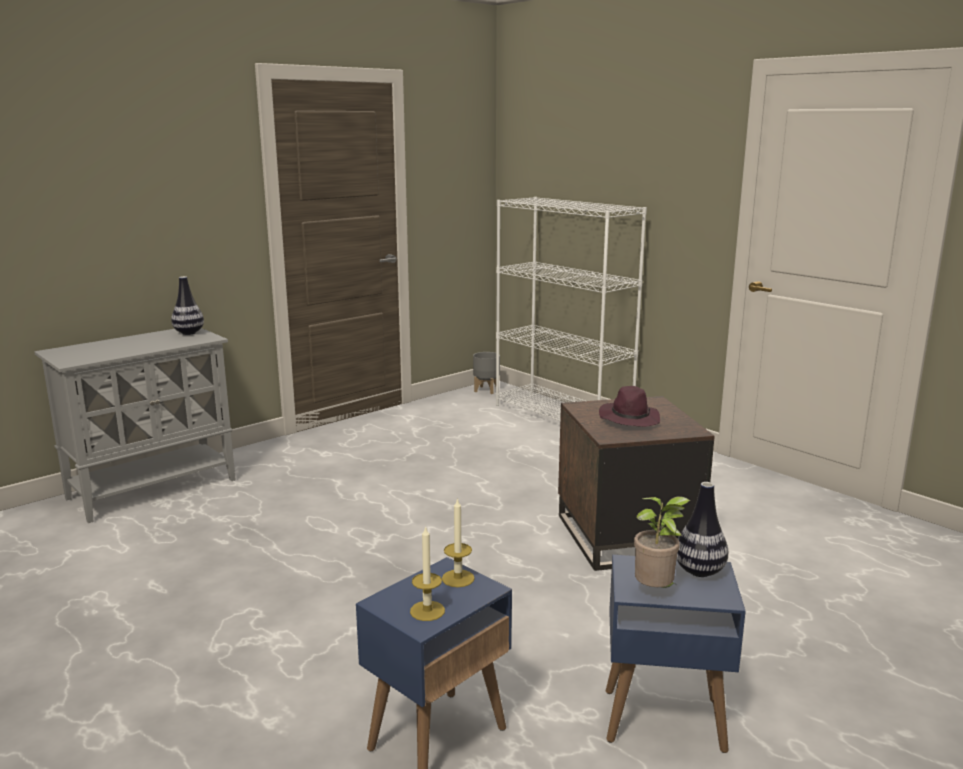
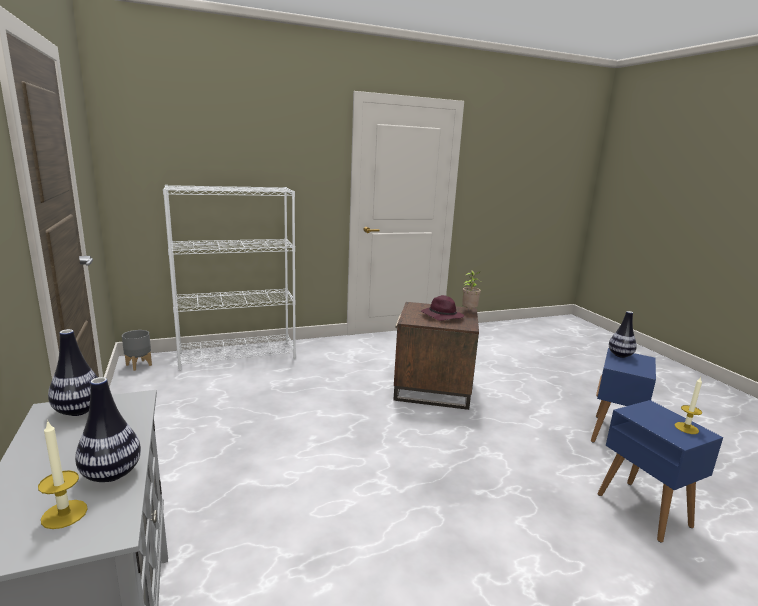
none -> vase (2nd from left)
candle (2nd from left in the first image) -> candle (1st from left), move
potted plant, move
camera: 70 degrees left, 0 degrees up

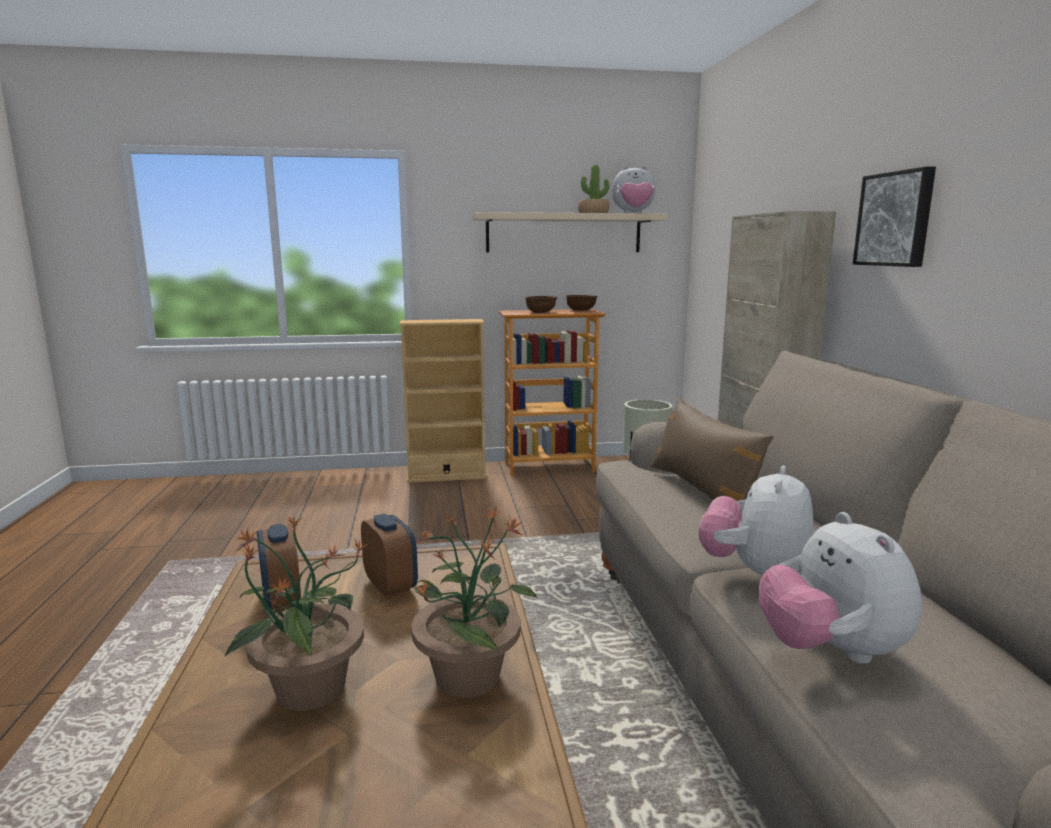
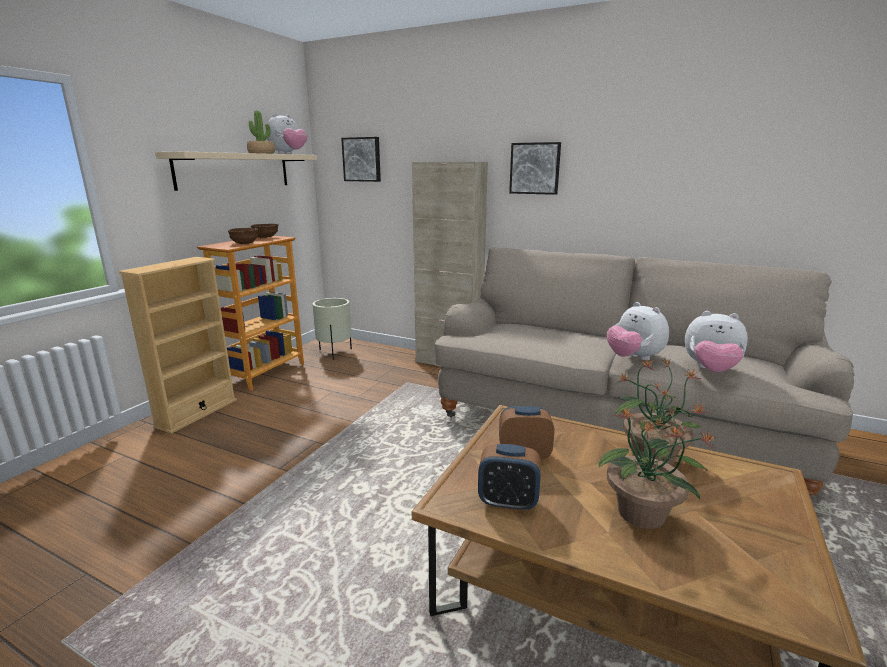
brown pillow -> none
none -> picture (1st from left)
camera: 55 degrees left, 5 degrees up

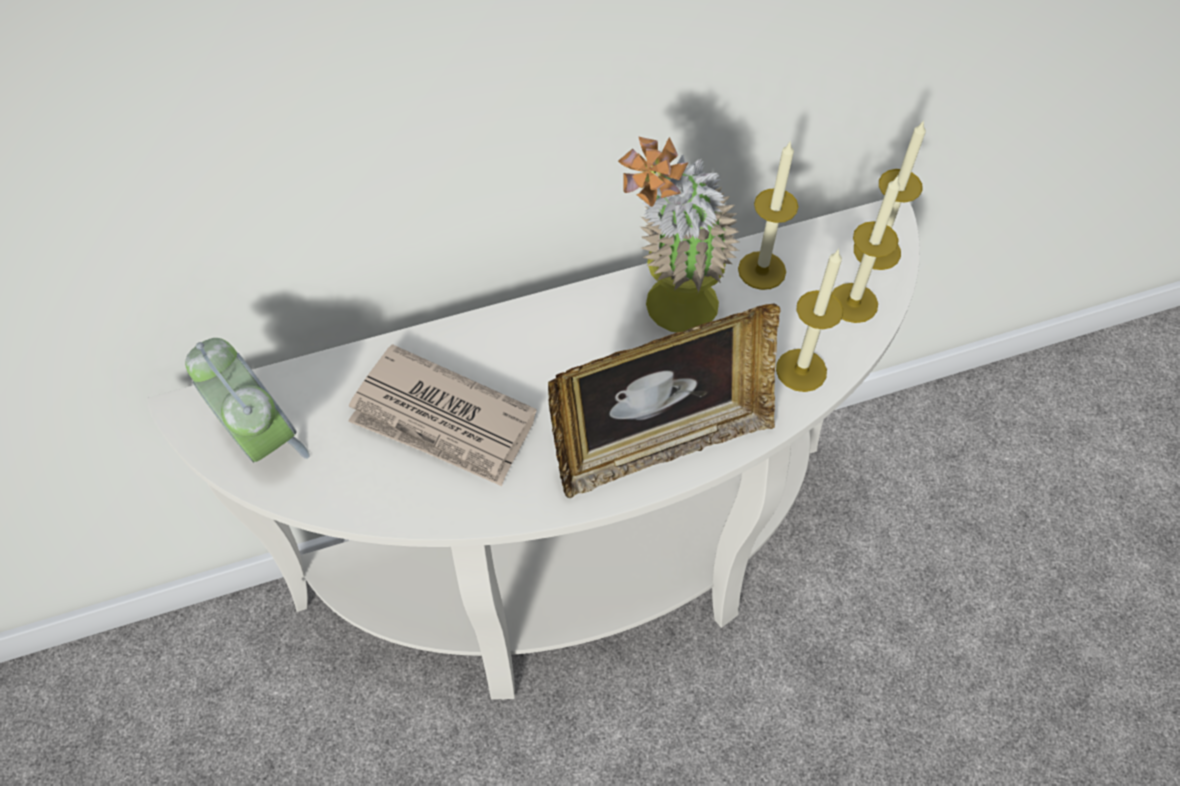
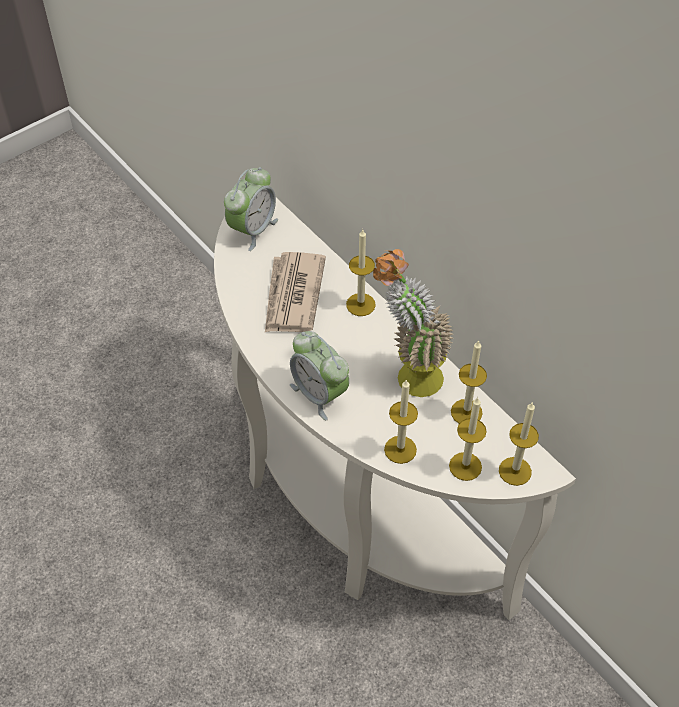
none -> candle (1st from left)
picture frame -> alarm clock (2nd from left)
camera: 70 degrees right, 5 degrees down

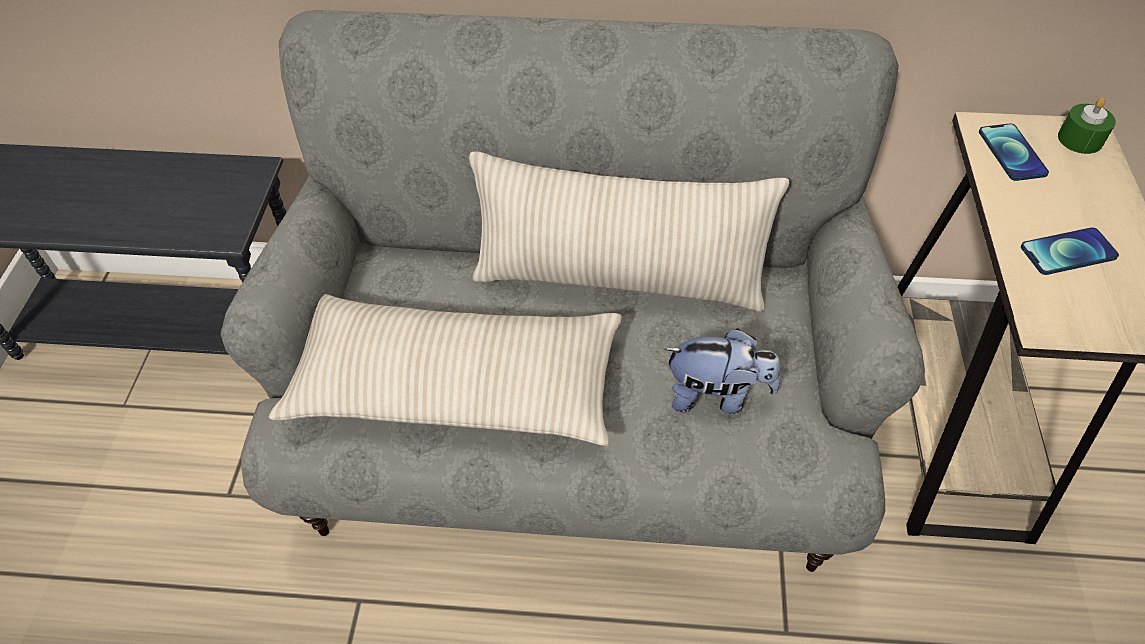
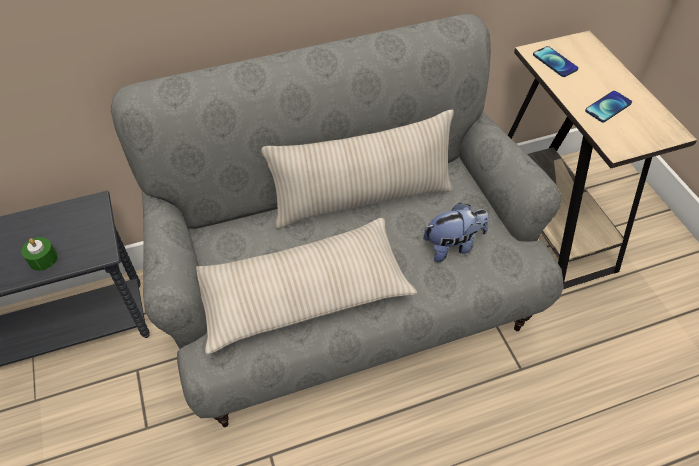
green candle, move
camera: 25 degrees left, 0 degrees up

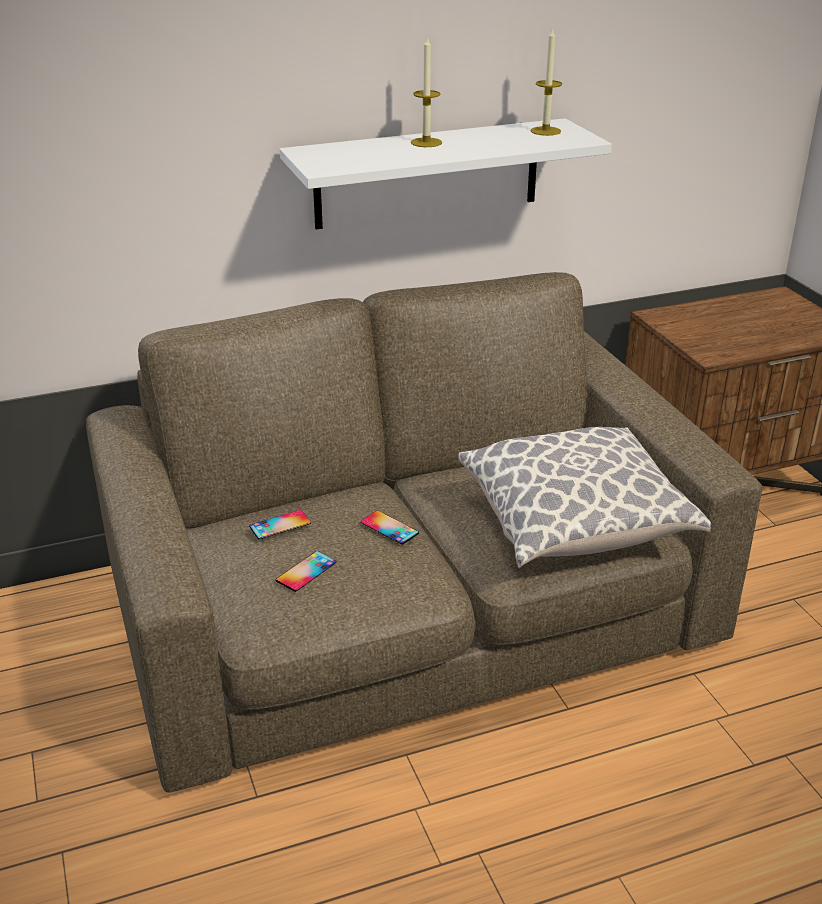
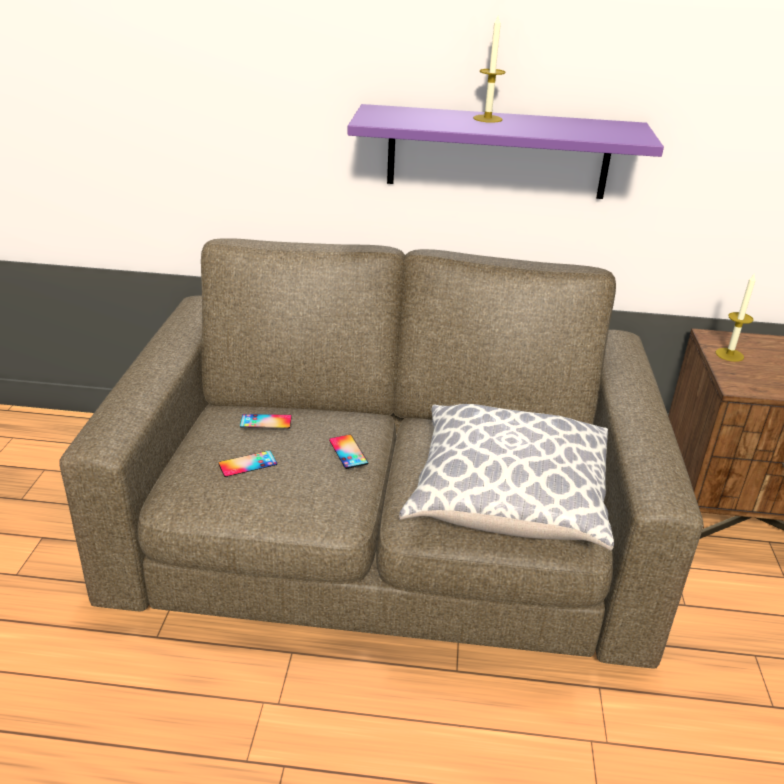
candle (2nd from left), move
white shelf -> purple shelf
camera: 25 degrees right, 0 degrees up

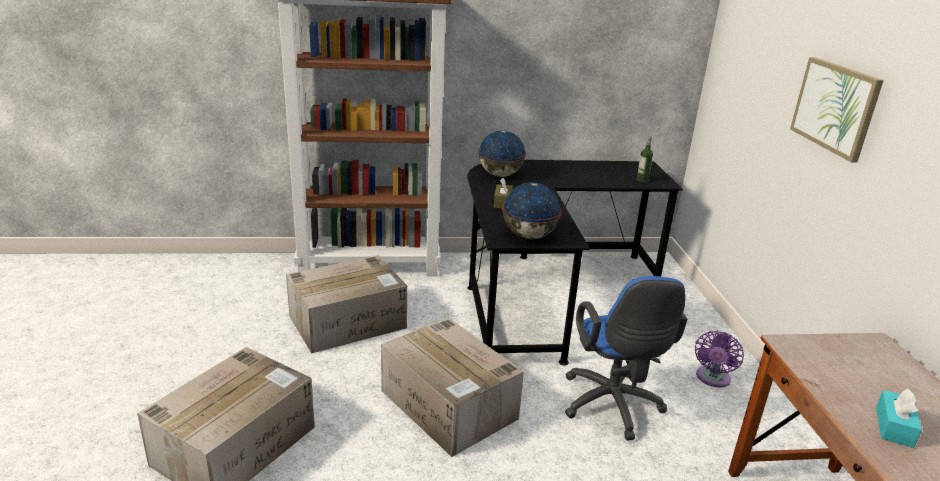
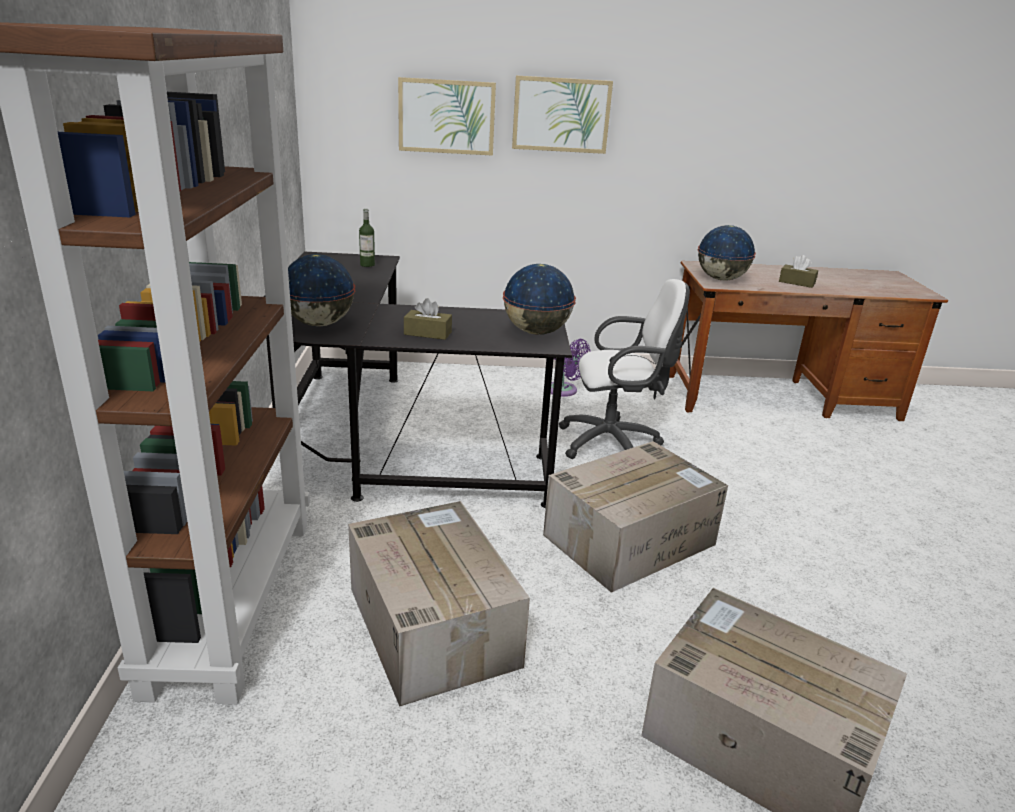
none -> picture (1st from left)
none -> globe (3rd from left)
blue office chair -> white office chair
turquoise tissue box -> brown tissue box (2nd from left)
camera: 85 degrees left, 0 degrees up

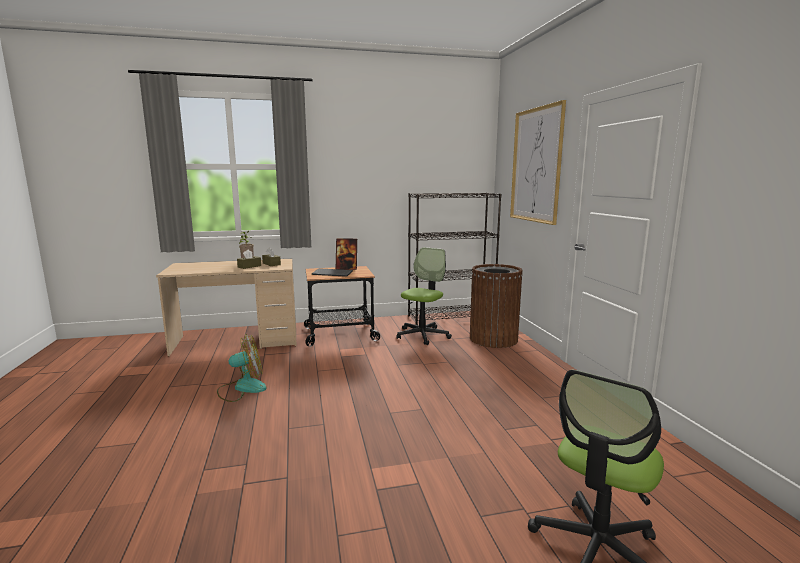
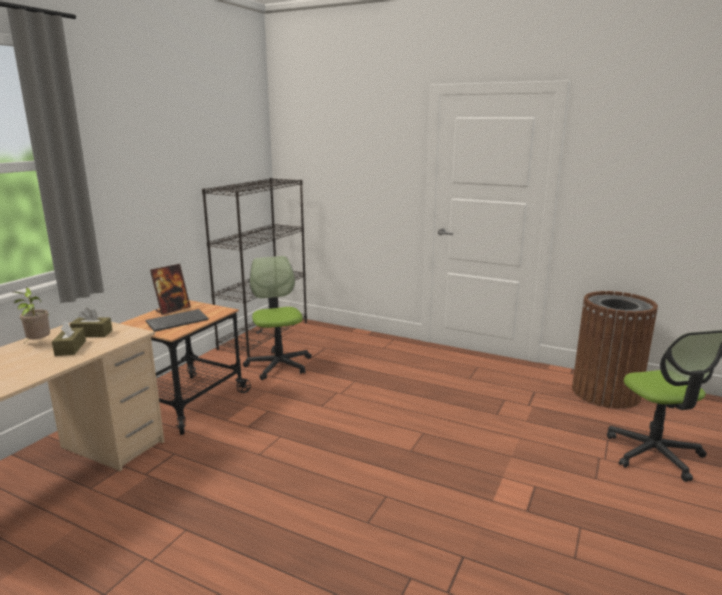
fan -> none
picture -> none
brown trash can, move
camera: 50 degrees left, 5 degrees up

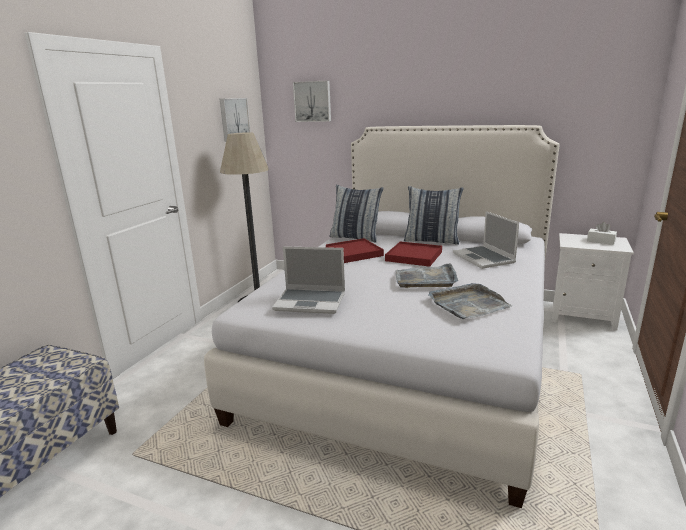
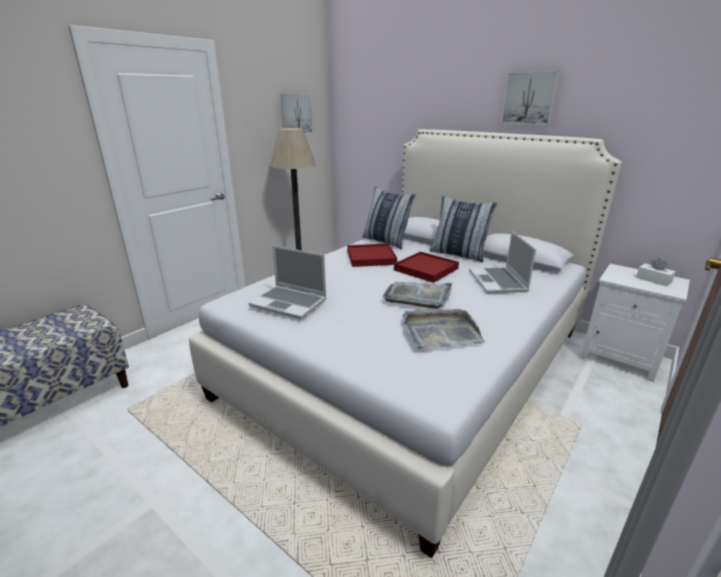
picture (2nd from left), move
camera: 15 degrees right, 5 degrees up

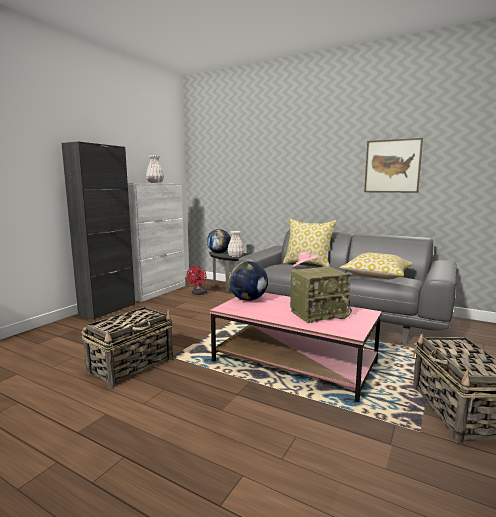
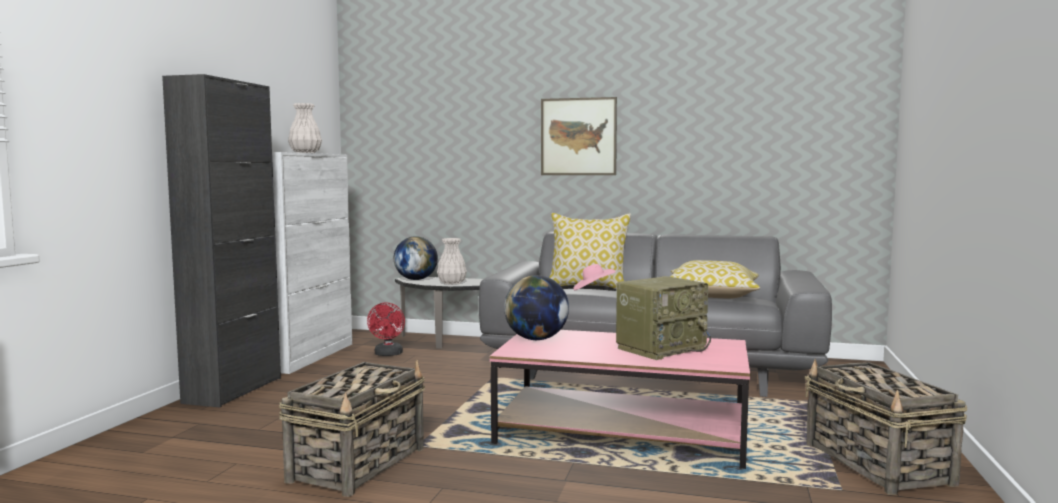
picture, move
camera: 15 degrees left, 5 degrees down

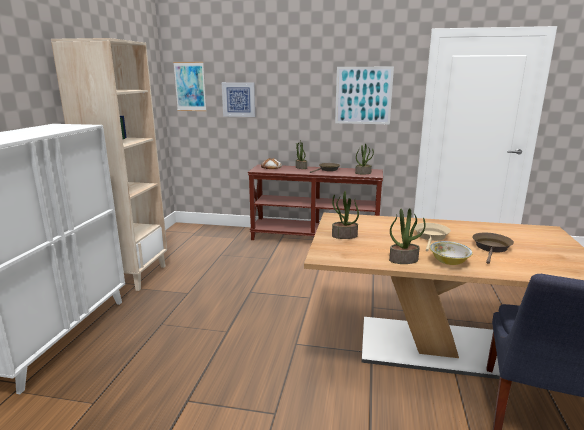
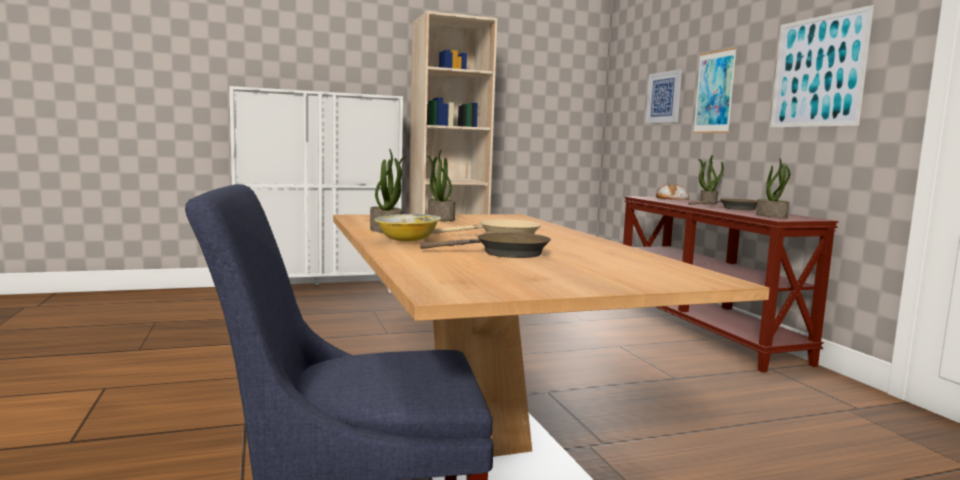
picture (1st from left in the first image) -> picture (2nd from left), move
camera: 60 degrees right, 10 degrees down

